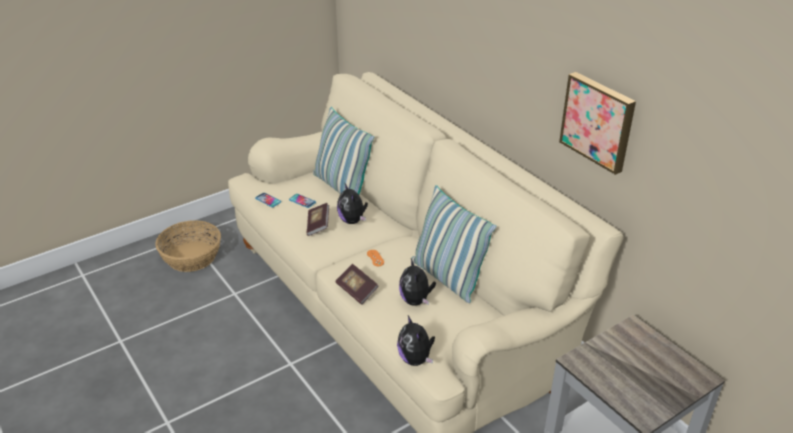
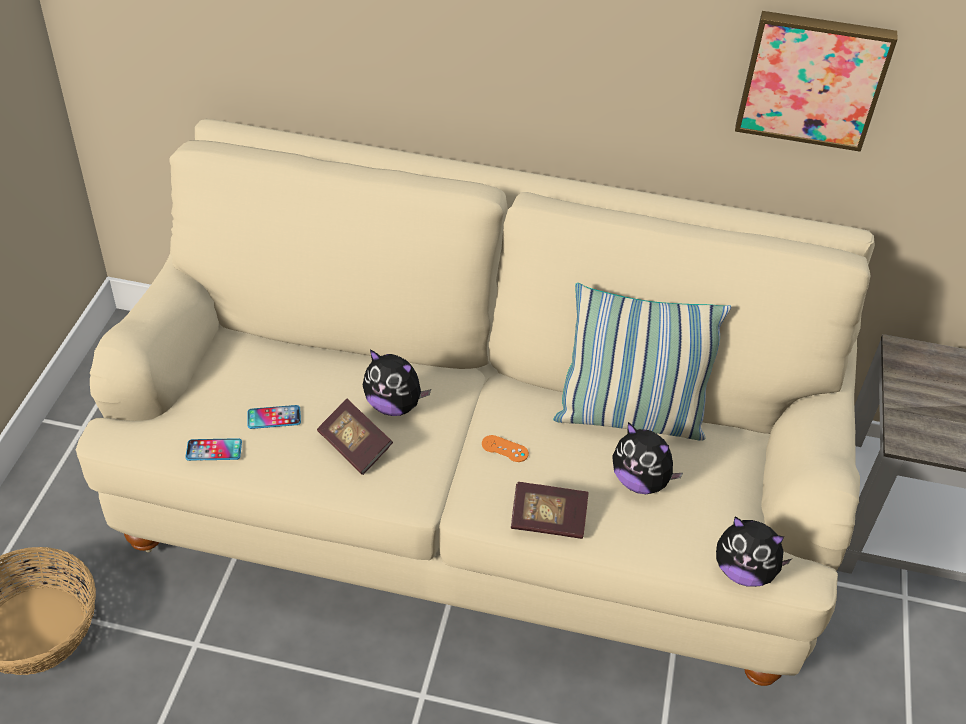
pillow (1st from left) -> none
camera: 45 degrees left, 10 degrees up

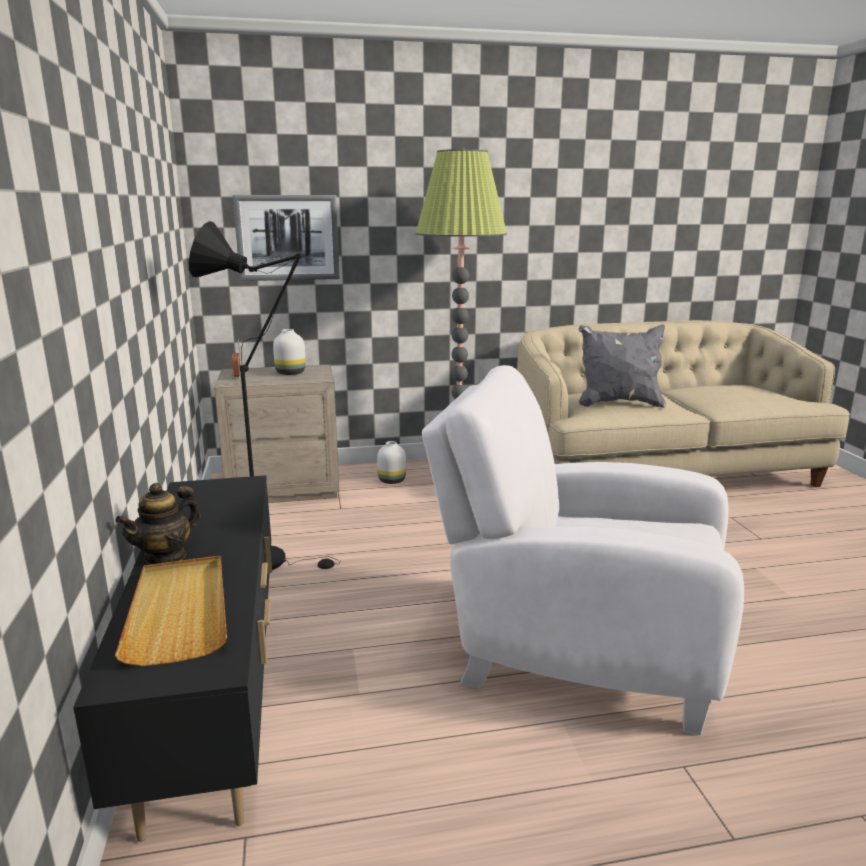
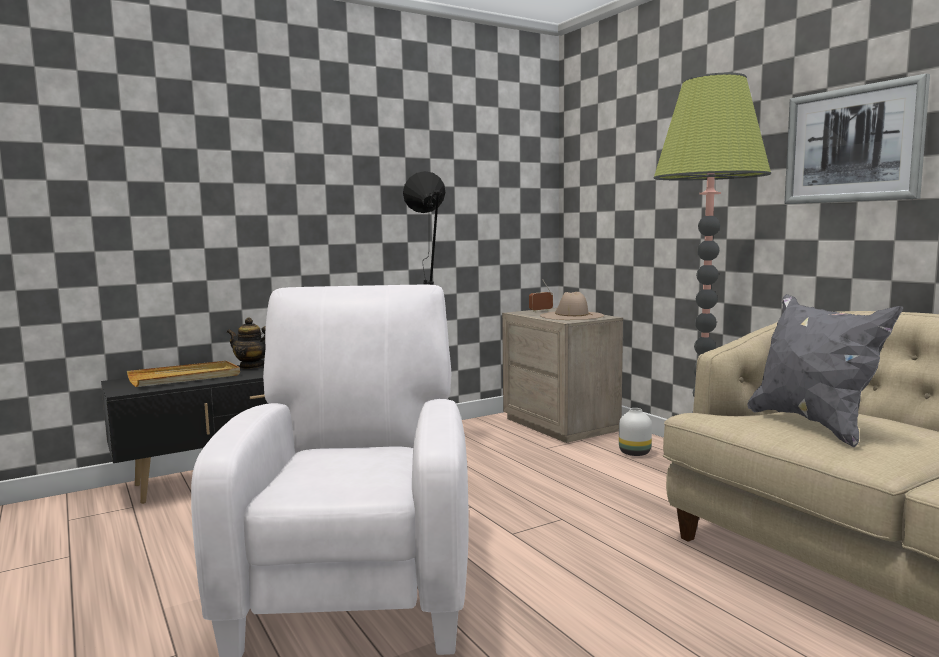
picture, move
white vase (1st from left) -> beige hat
camera: 70 degrees right, 10 degrees down

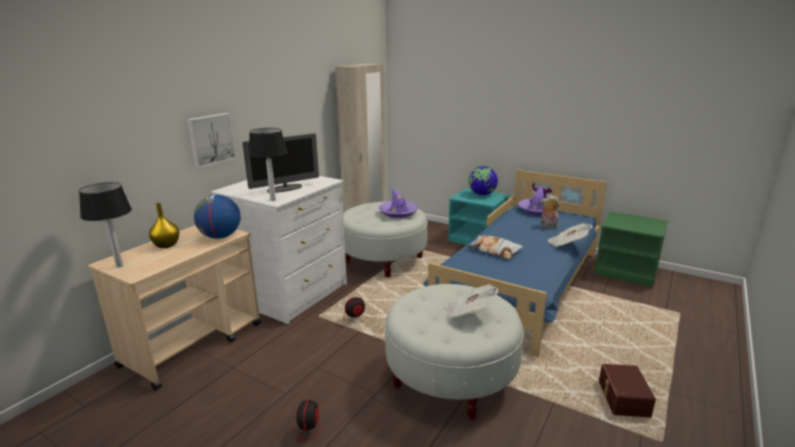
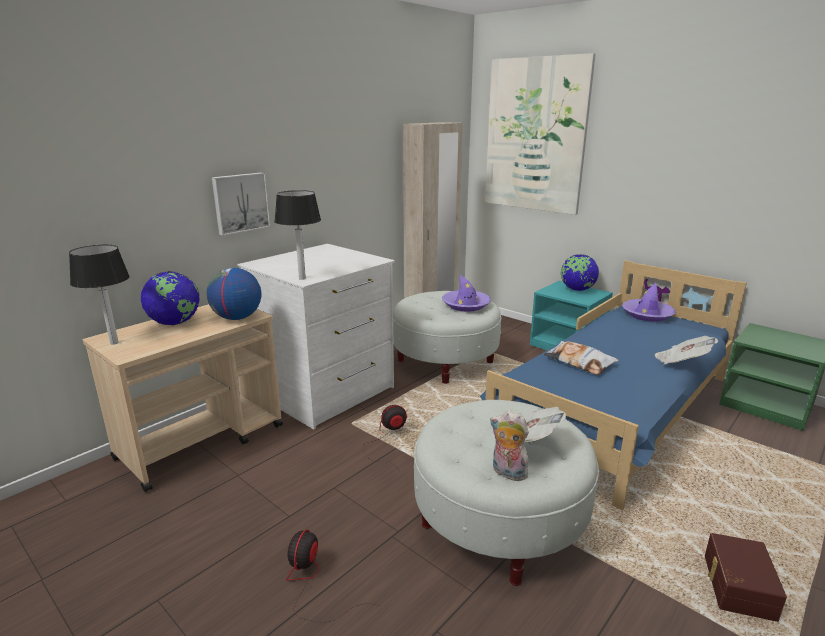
monitor -> none
none -> picture (2nd from left)
plush toy, move
yellow vase -> globe (1st from left)
camera: 10 degrees right, 0 degrees up

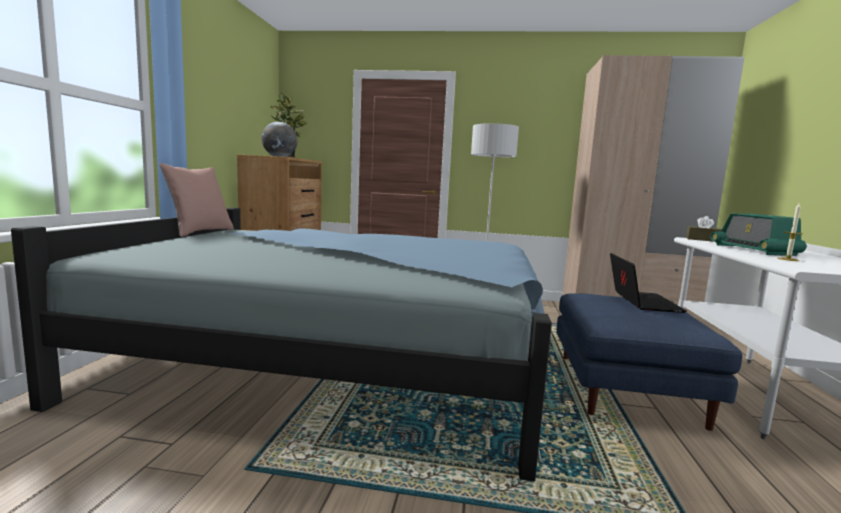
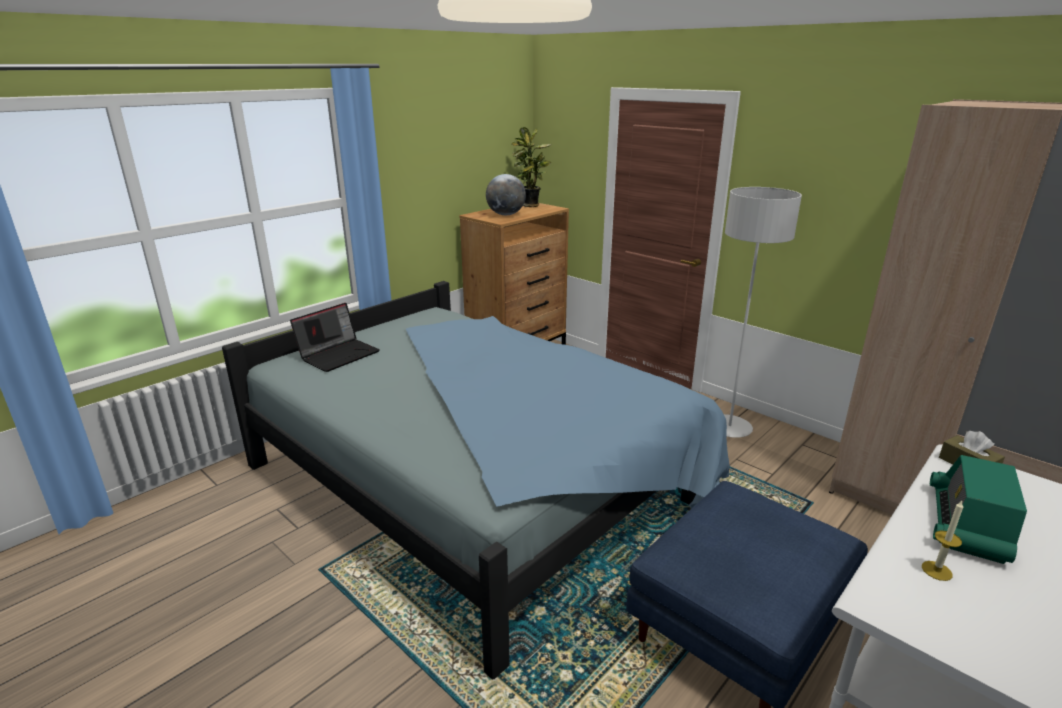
pink pillow -> none
laptop, move
camera: 35 degrees right, 15 degrees up

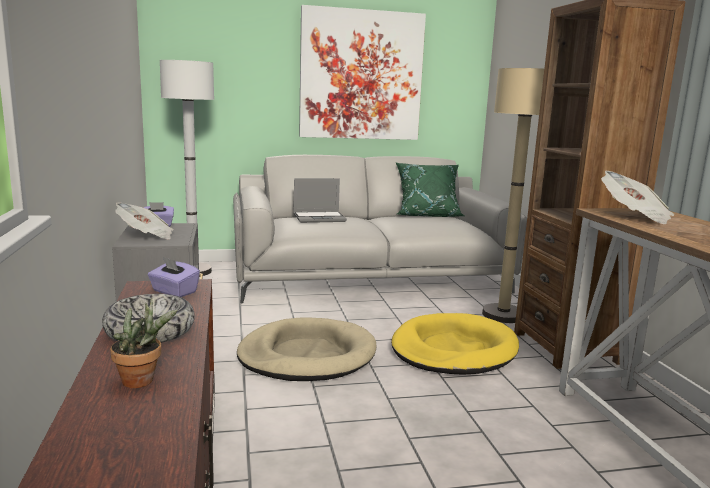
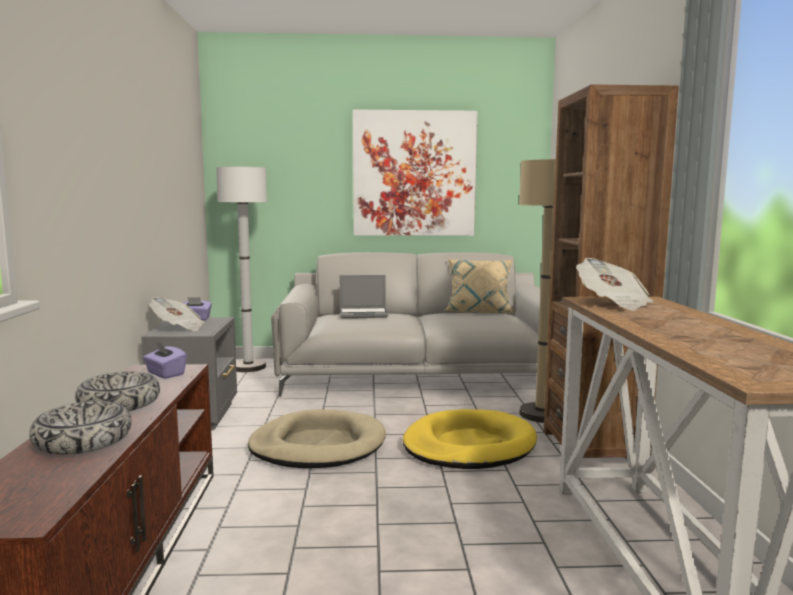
potted plant -> bowl (1st from left)
green pillow -> beige pillow
camera: 10 degrees right, 5 degrees down

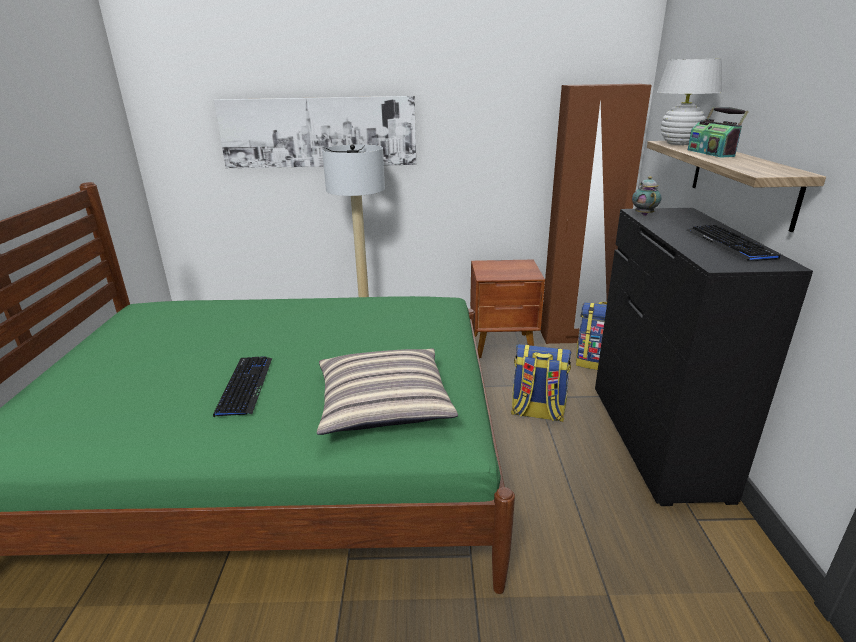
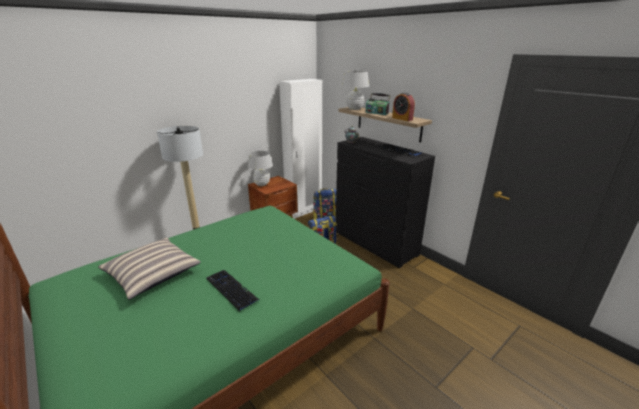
picture -> none
none -> white table lamp (1st from left)
none -> alarm clock
pillow, move
brown wardrobe -> white wardrobe
camera: 40 degrees left, 0 degrees up

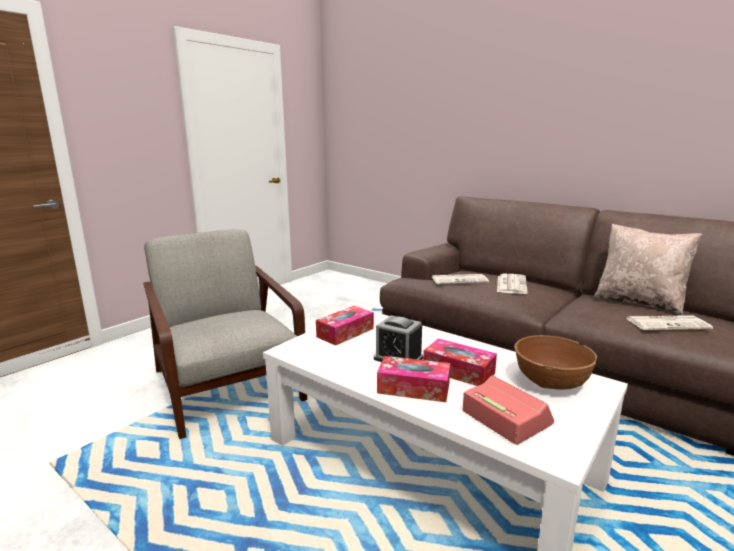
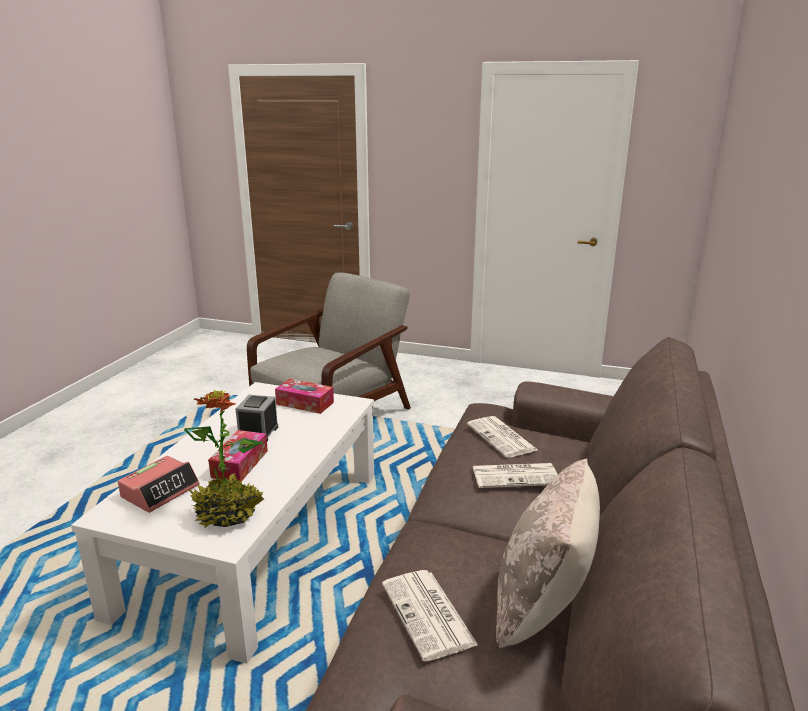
tissue box (2nd from left) -> none
brown bowl -> potted plant
camera: 70 degrees right, 5 degrees up

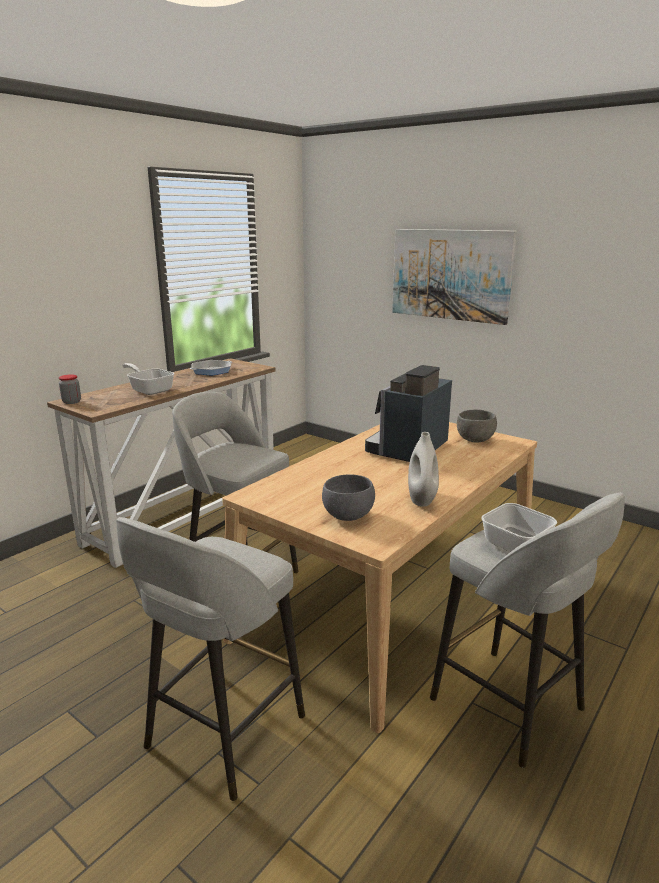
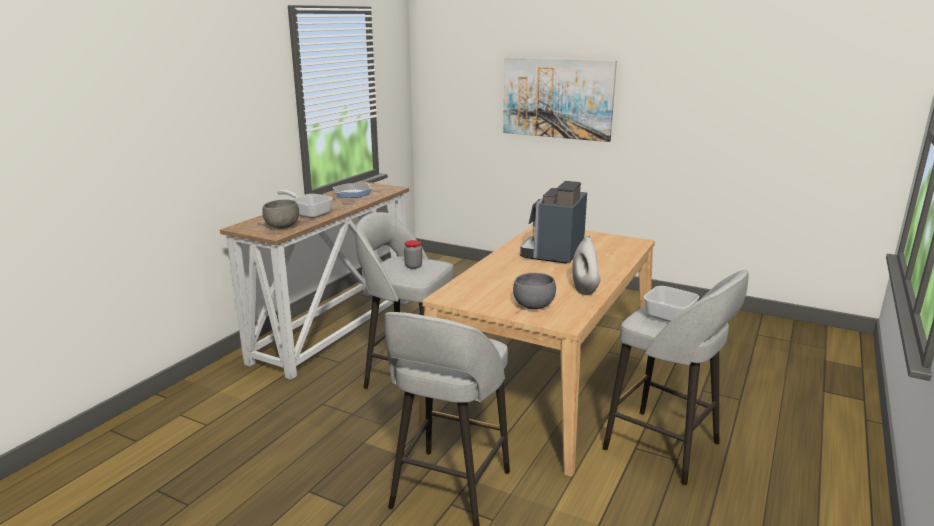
jar, move
grey bowl (2nd from left in the first image) -> grey bowl (1st from left), move
camera: 10 degrees left, 0 degrees up

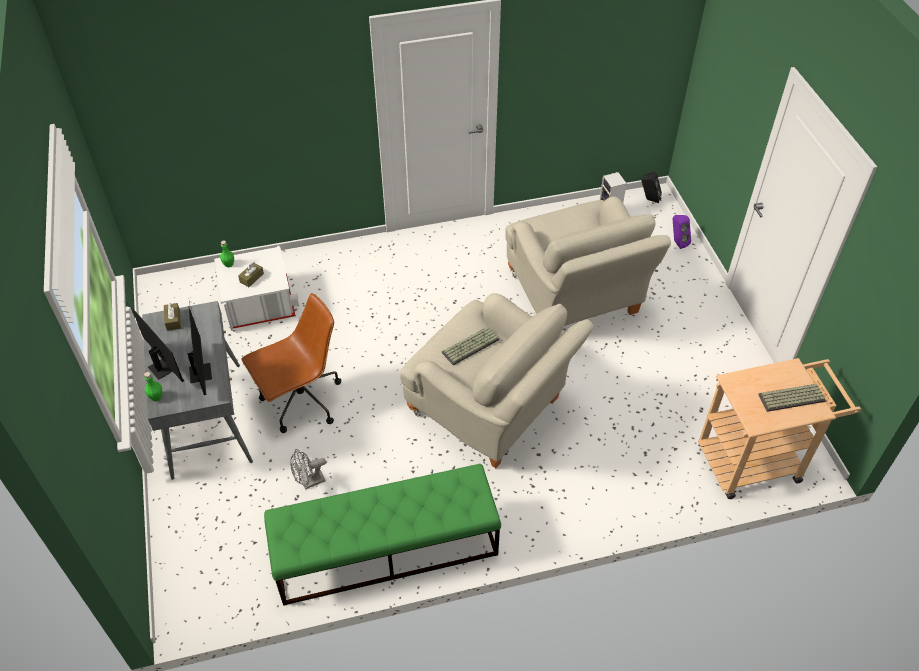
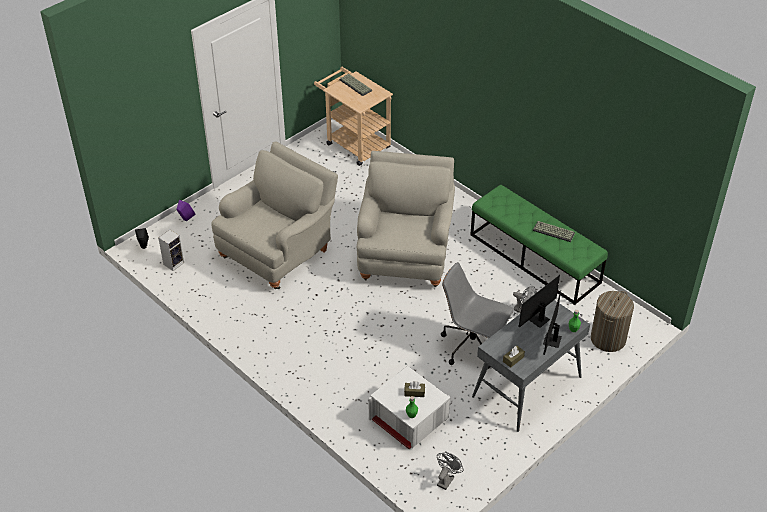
none -> grey fan (1st from left)
none -> laundry basket
keyboard (1st from left in the first image) -> keyboard (2nd from left), move
brown office chair -> grey office chair
camera: 120 degrees left, 5 degrees down

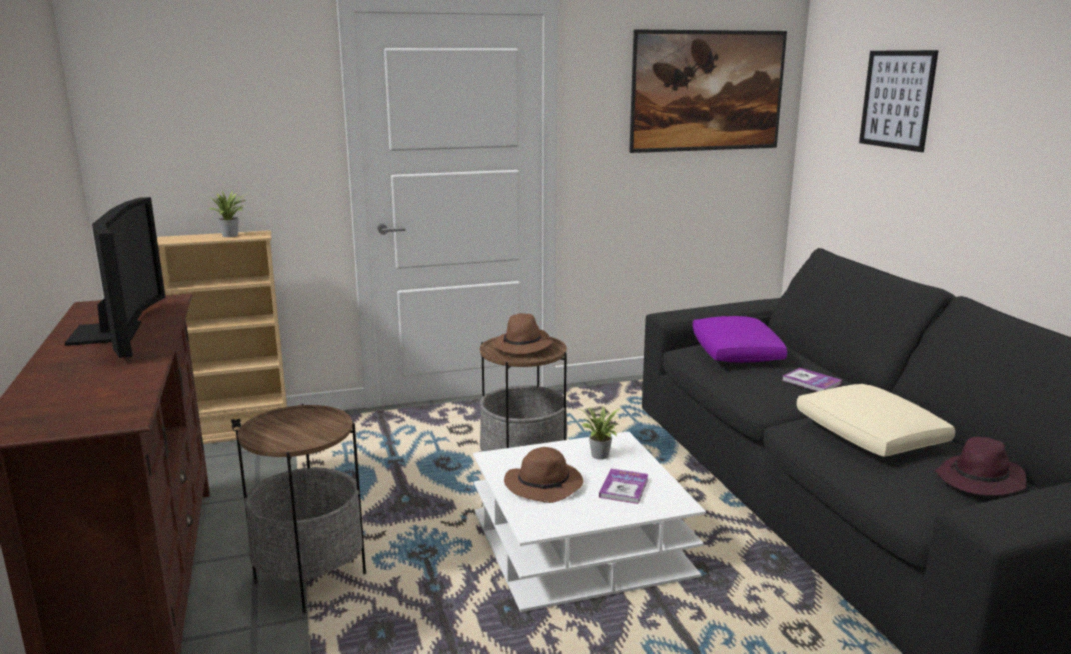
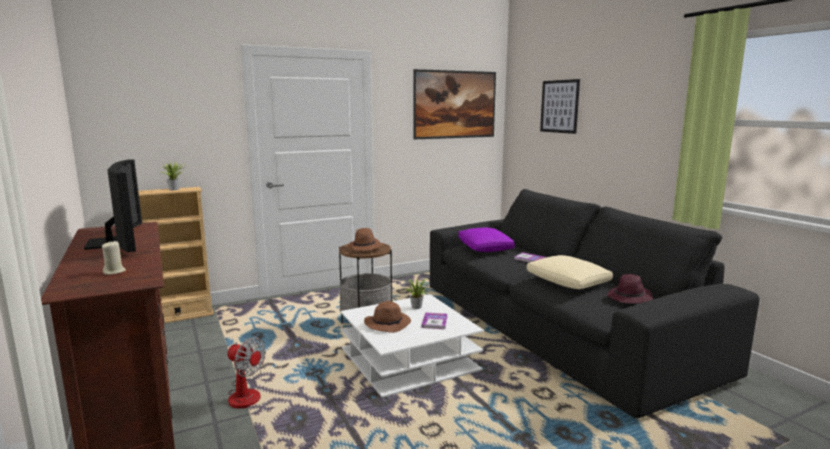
none -> beige candle
side table (1st from left) -> fan
camera: 10 degrees left, 5 degrees down

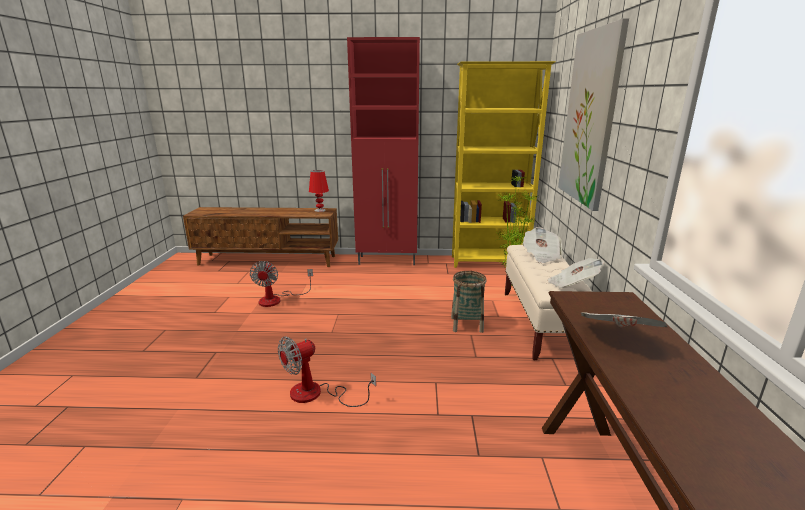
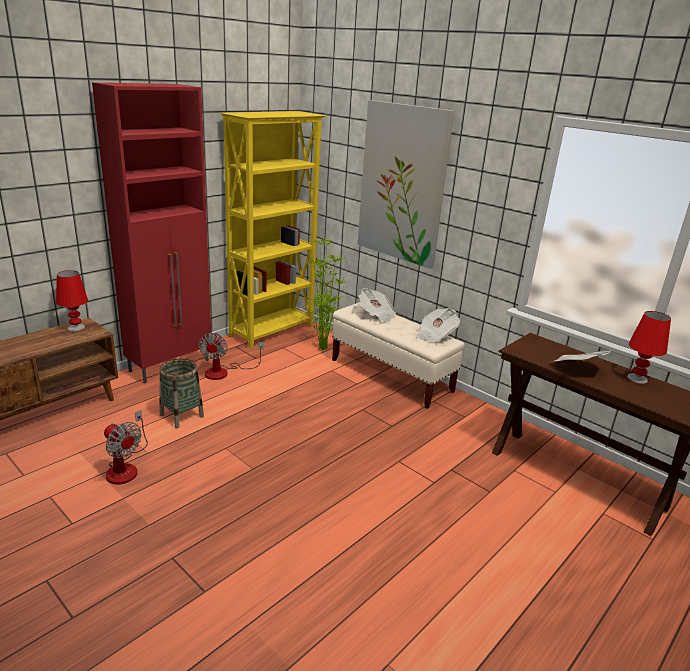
none -> red table lamp (2nd from left)
fan (2nd from left), move
basket, move
camera: 50 degrees left, 5 degrees up

